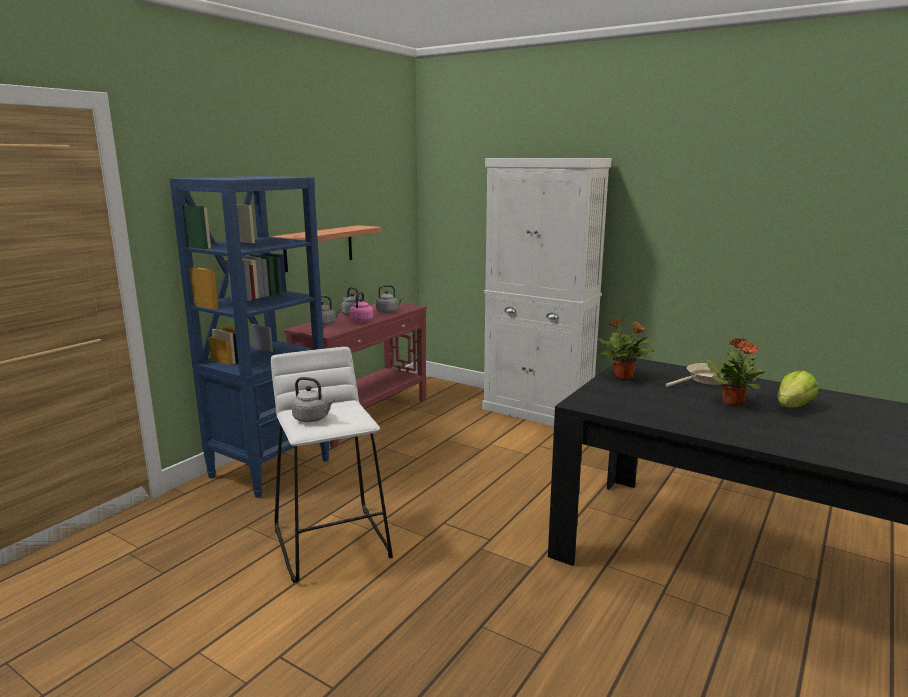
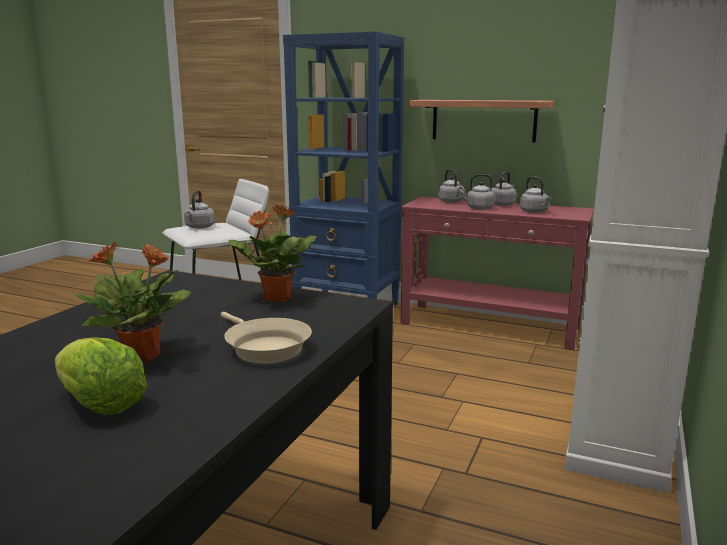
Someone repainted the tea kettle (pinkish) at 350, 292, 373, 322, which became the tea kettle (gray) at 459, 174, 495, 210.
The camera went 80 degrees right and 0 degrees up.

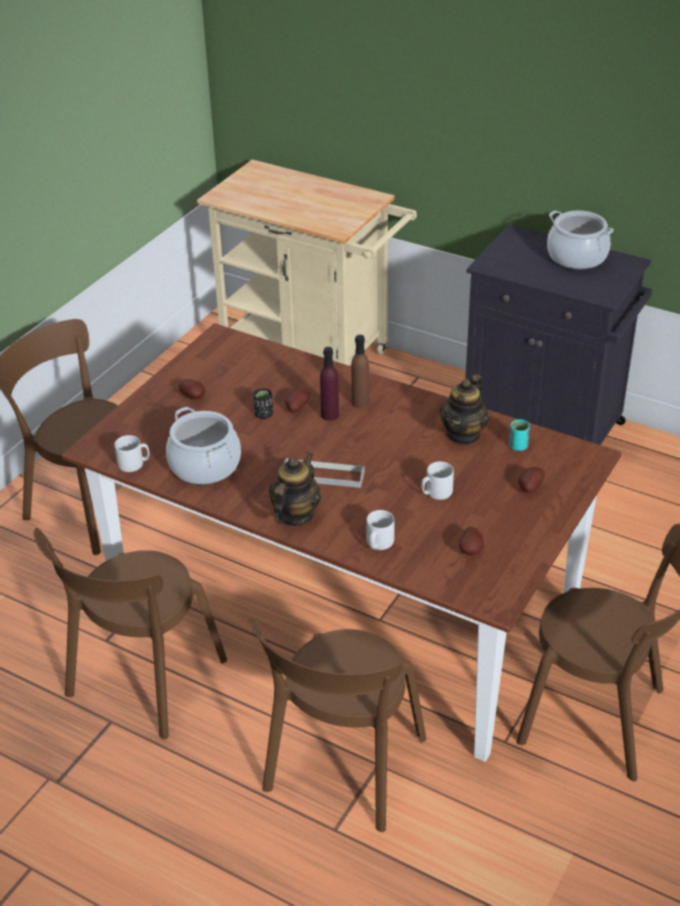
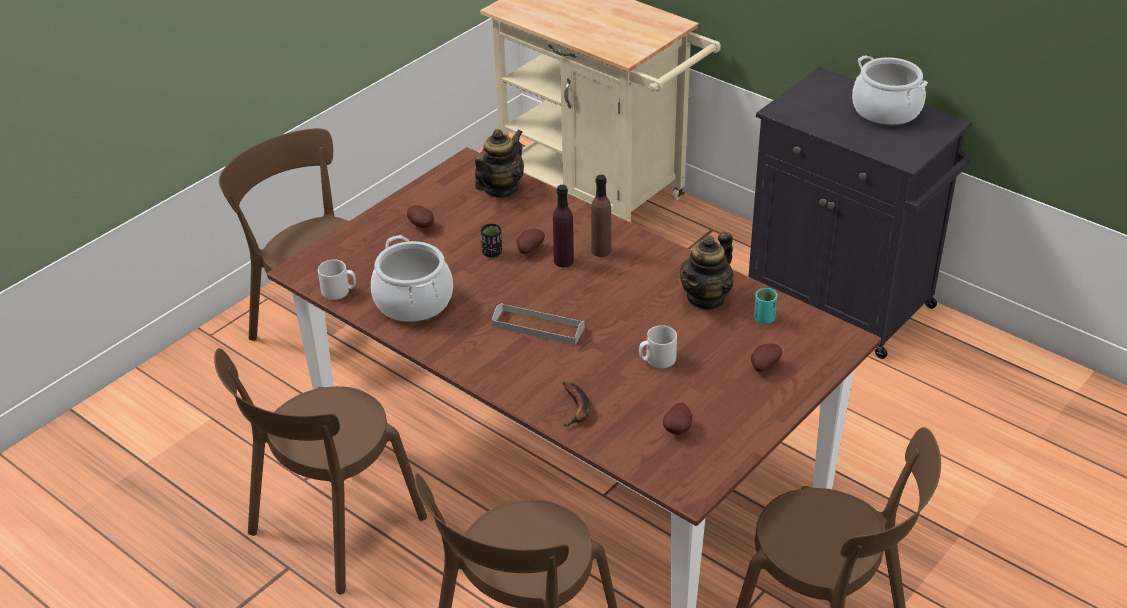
Someone carried the tea pot from 269, 452, 321, 526 to 475, 129, 524, 197.
Someone swapped the tea mug (gray) at 366, 510, 395, 550 for the banana fruit at 563, 382, 590, 427.
The camera went 10 degrees right and 0 degrees up.

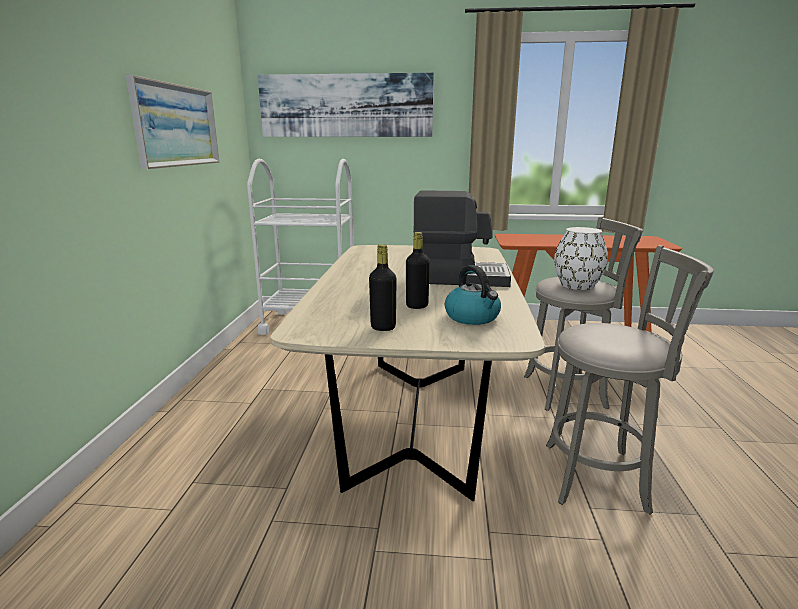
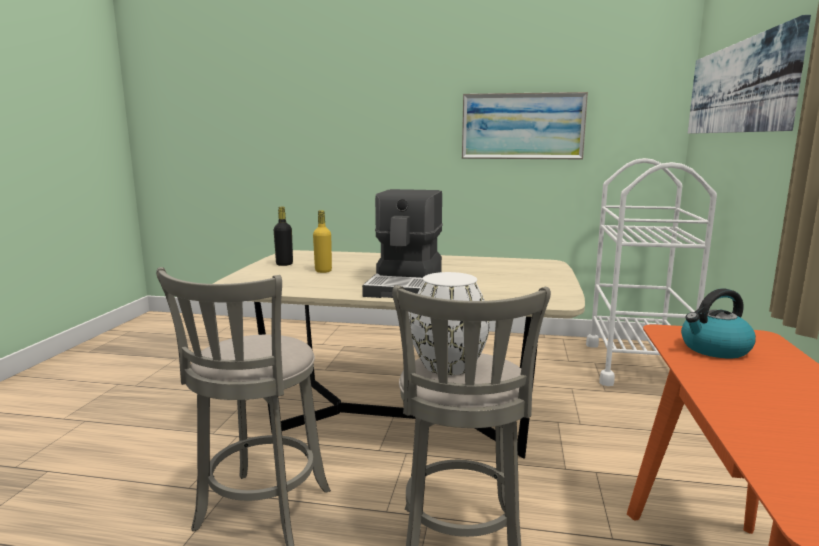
Someone carried the tea kettle from 445, 265, 501, 325 to 681, 289, 756, 358.
Someone repainted the drink bottle (blackish) at 406, 232, 430, 309, which became the drink bottle (yellow-coloured) at 313, 210, 332, 273.
The camera went 95 degrees right and 5 degrees down.

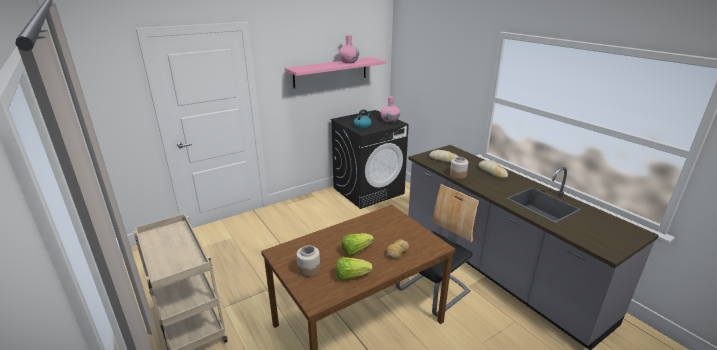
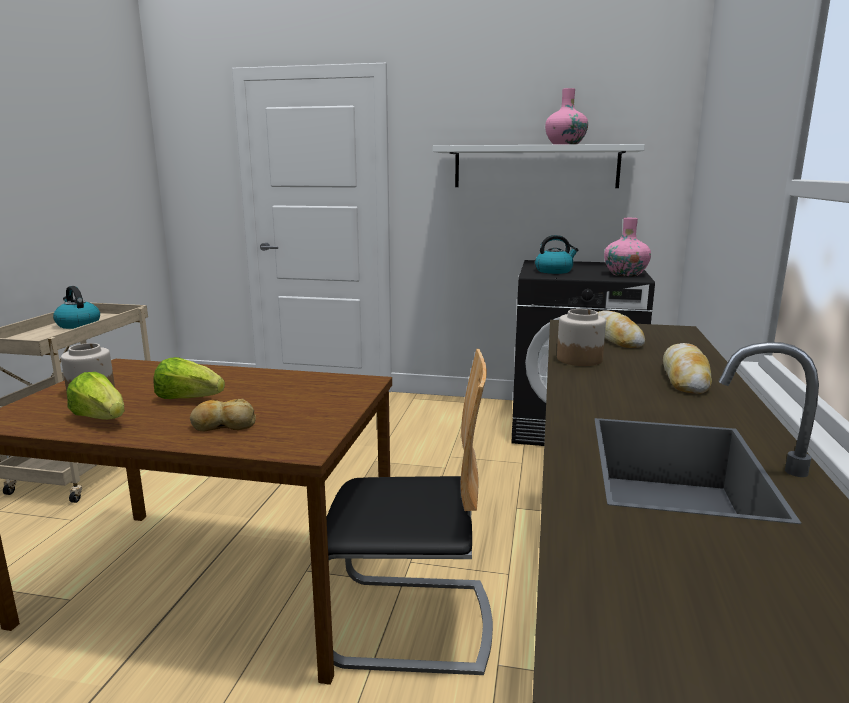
Someone put down the tea kettle at 53, 286, 100, 329.
Someone repainted the wall shelf (pinkish) at 285, 57, 385, 88, which became the wall shelf (white-coloured) at 433, 144, 645, 188.
The camera went 45 degrees right and 10 degrees down.

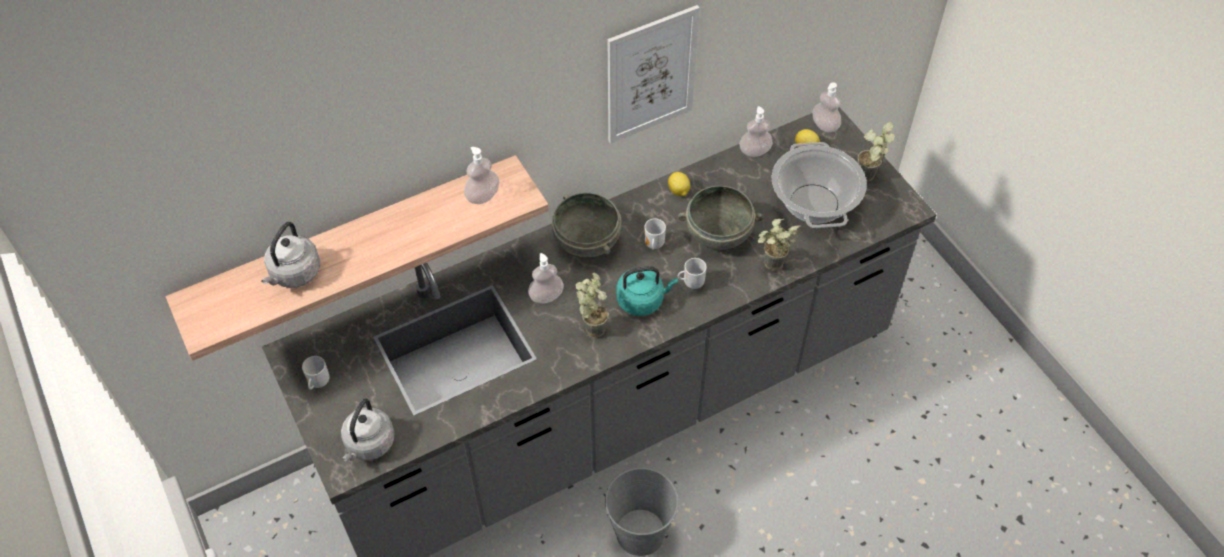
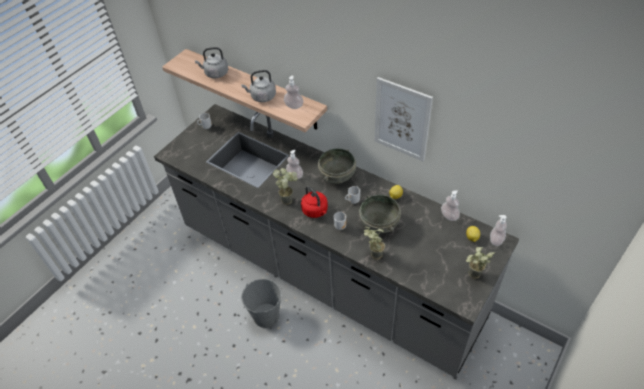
Someone took away the cooking pot at 771, 142, 867, 228.
Someone carried the tea kettle (gray) from 341, 399, 395, 461 to 241, 70, 276, 102.
Someone repainted the tea kettle (turquoise-coloured) at 616, 266, 678, 316, which became the tea kettle (red-coloured) at 301, 186, 328, 218.
The camera went 65 degrees right and 5 degrees down.

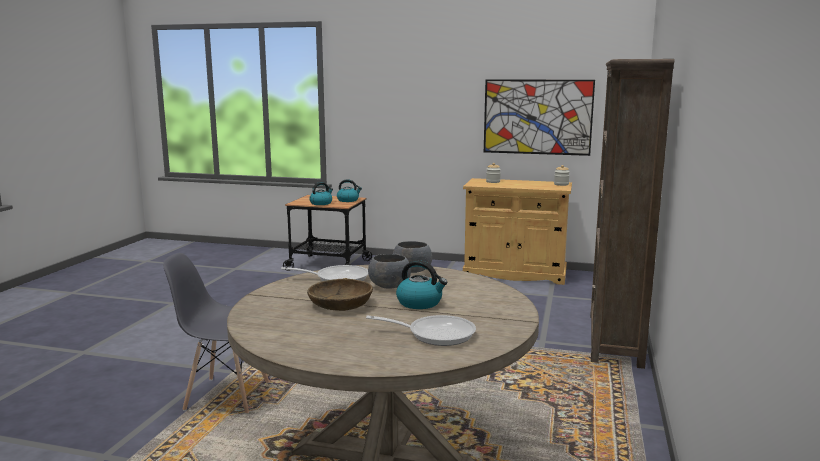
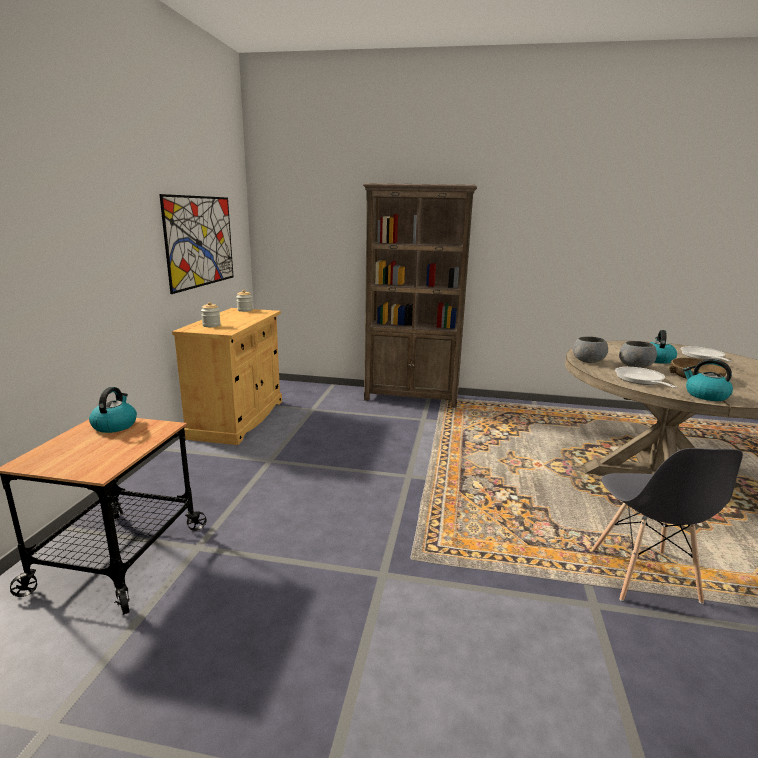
Someone carried the tea kettle from 309, 182, 333, 205 to 683, 359, 733, 401.
The camera went 95 degrees left and 5 degrees up.

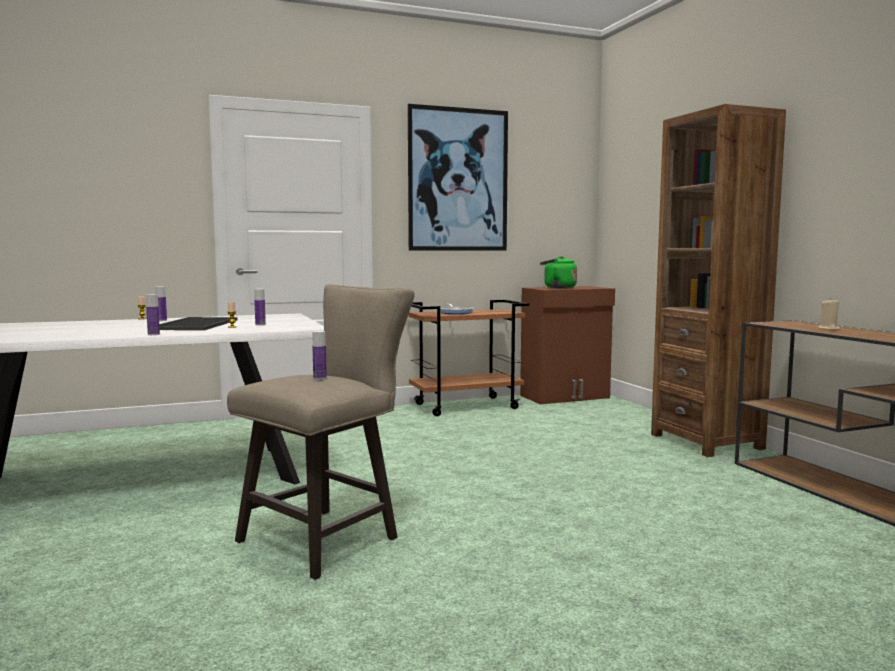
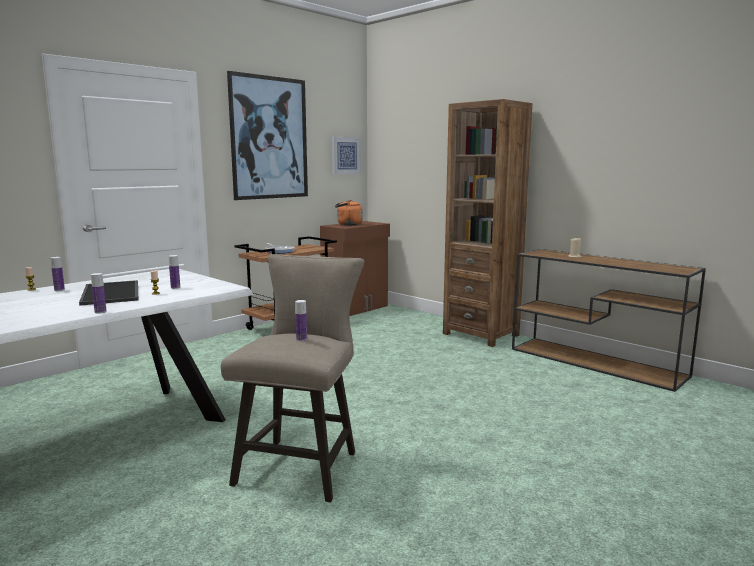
Someone put up the wall art at 332, 137, 361, 174.
Someone repainted the tea kettle (green-coloured) at 540, 256, 577, 288, which became the tea kettle (orange) at 335, 200, 363, 225.
The camera went 25 degrees left and 5 degrees up.

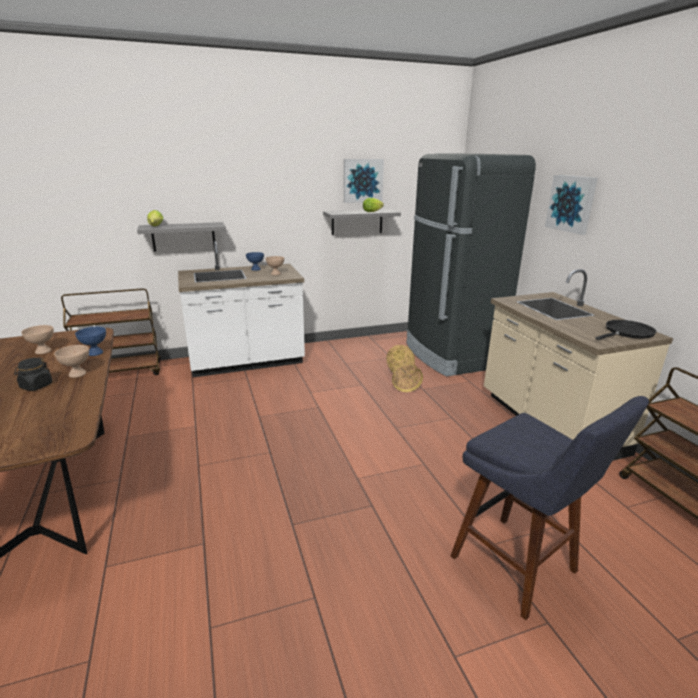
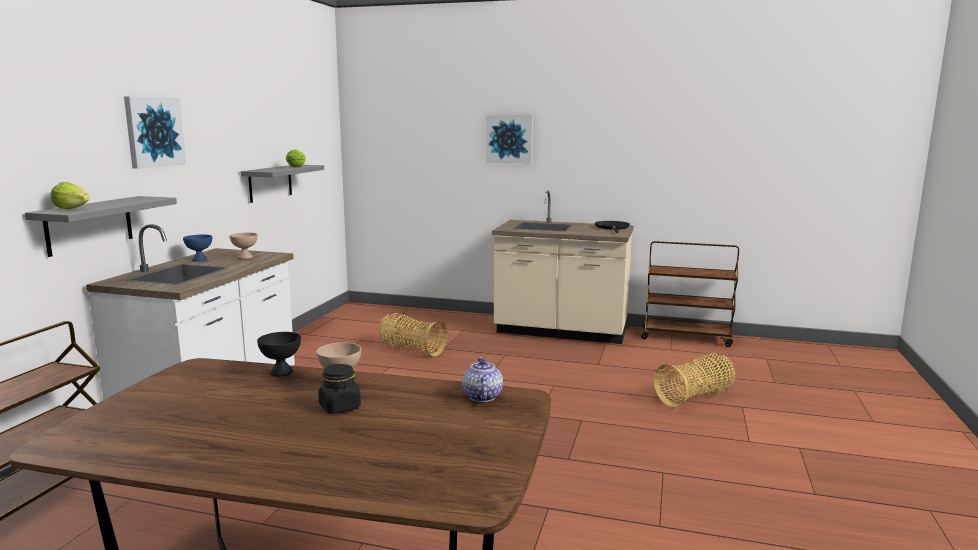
Someone took away the deep dish (sand-coloured) at 21, 325, 54, 354.
Someone took away the fridge (blackish) at 406, 153, 536, 377.
Someone put down the tea pot at 462, 357, 503, 402.
Someone carried the wall art from 344, 159, 384, 203 to 124, 96, 186, 169.
Someone swapped the stool seat (bluish) at 450, 396, 649, 620 for the storage basket at 654, 353, 735, 407.
Someone repainted the deep dish (bluish) at 75, 327, 106, 356, which became the deep dish (blackish) at 257, 332, 301, 377.
The camera went 55 degrees left and 10 degrees down.

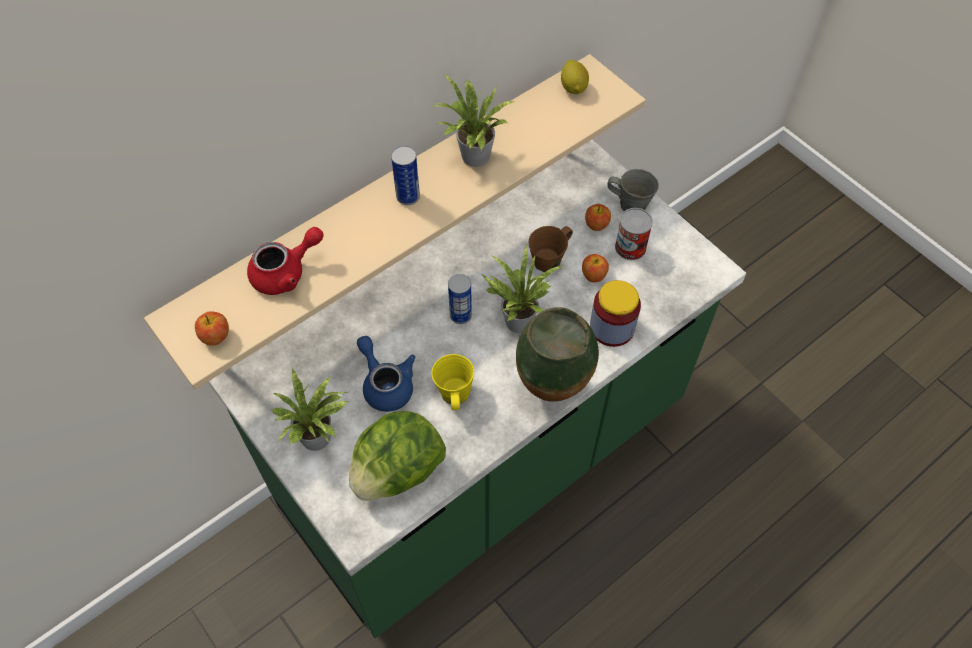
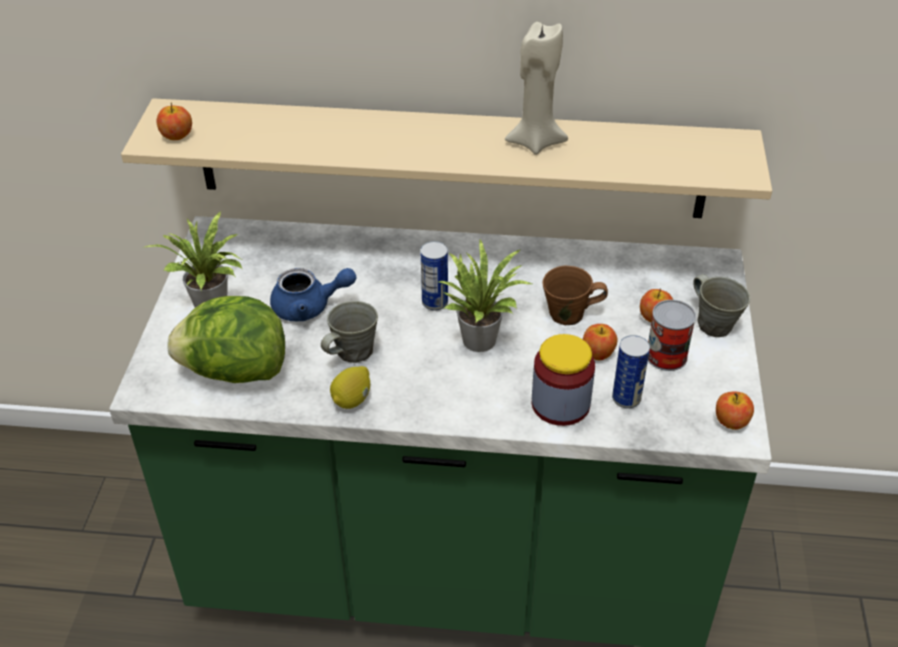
Someone took away the tea pot (red-coloured) at 247, 227, 324, 295.
Someone took away the flower vase at 516, 307, 599, 402.
Someone put down the apple at 716, 392, 754, 430.
Someone carried the metal can from 391, 146, 420, 205 to 612, 335, 650, 409.
Someone carried the whole lemon from 561, 60, 589, 94 to 330, 366, 370, 409.
Someone swapped the houseplant at 430, 74, 514, 167 for the candle (sand-coloured) at 505, 22, 568, 155.
Someone repainted the tea mug (yellow-coloured) at 431, 354, 474, 410, which became the tea mug (gray) at 321, 301, 378, 363.
Someone rotated the tea pot (bluish) at 357, 336, 415, 412 by 75 degrees clockwise.
The camera went 45 degrees right and 15 degrees down.

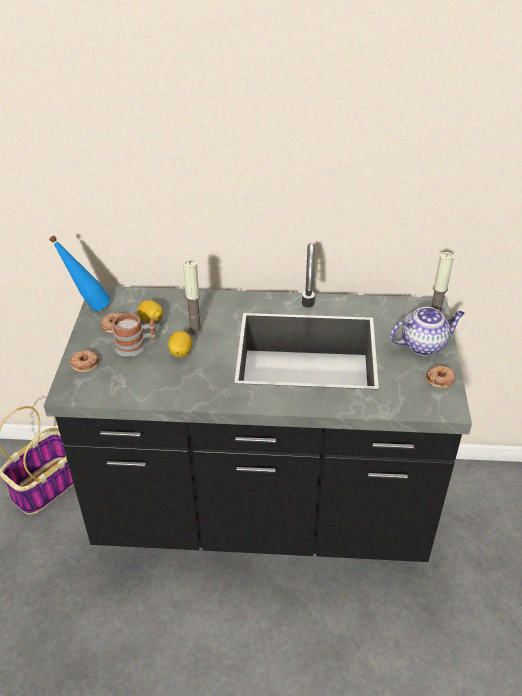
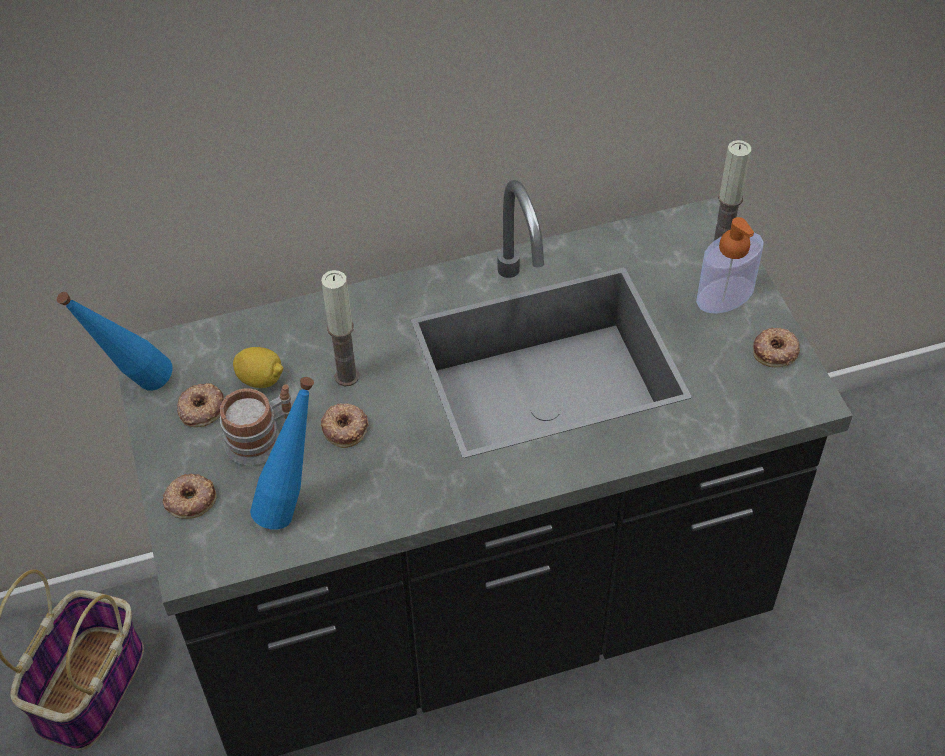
Someone put down the drink bottle (bluish) at 250, 377, 314, 530.
Someone swapped the whole lemon at 168, 331, 192, 358 for the doughnut at 321, 403, 369, 448.
Someone swapped the tea pot at 390, 307, 465, 356 for the soap bottle at 696, 217, 764, 314.
The camera went 20 degrees left and 10 degrees up.

